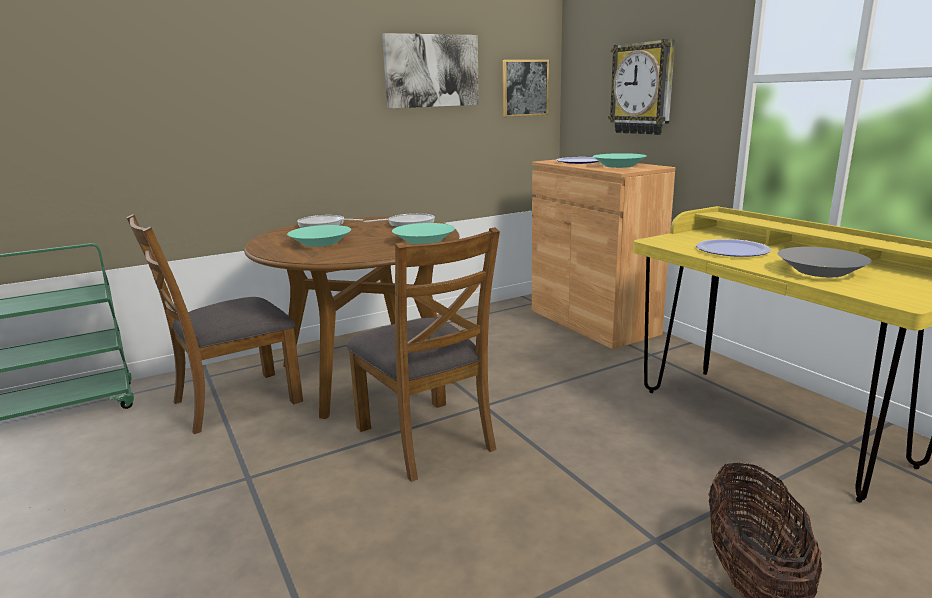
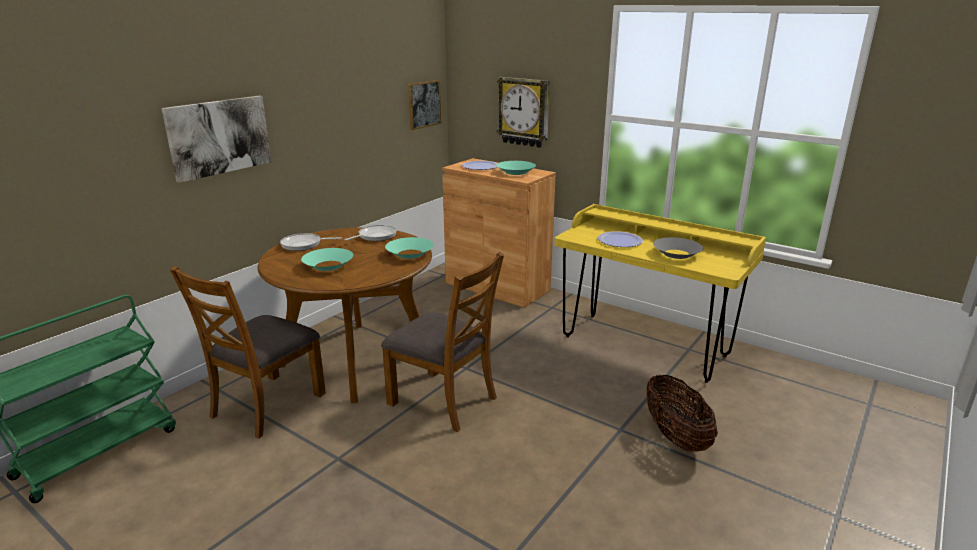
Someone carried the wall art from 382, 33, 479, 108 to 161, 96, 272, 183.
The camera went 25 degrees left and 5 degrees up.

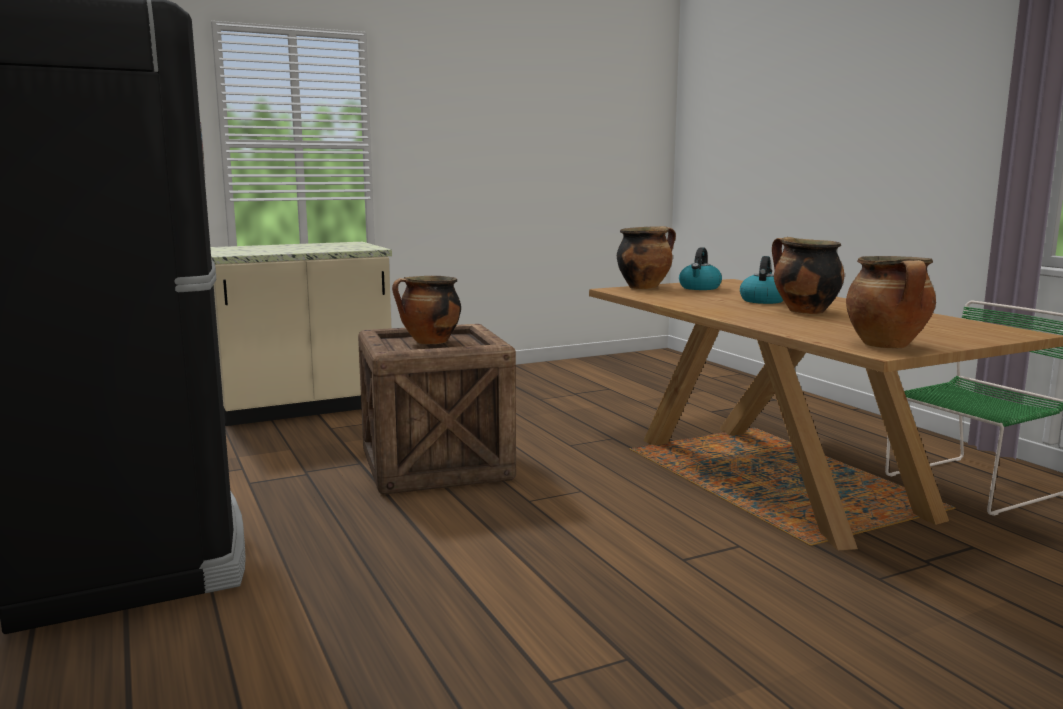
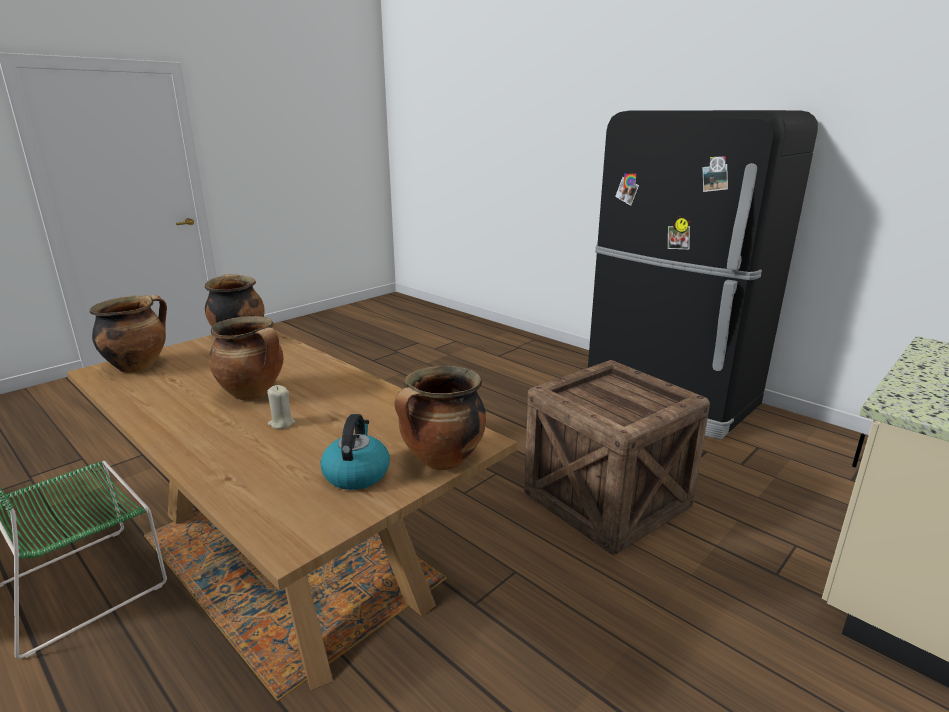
Someone carried the cooking pot from 392, 276, 461, 344 to 90, 295, 167, 373.
Someone swapped the tea kettle at 740, 256, 783, 304 for the candle (sand-coloured) at 267, 385, 295, 429.
The camera went 160 degrees right and 10 degrees up.

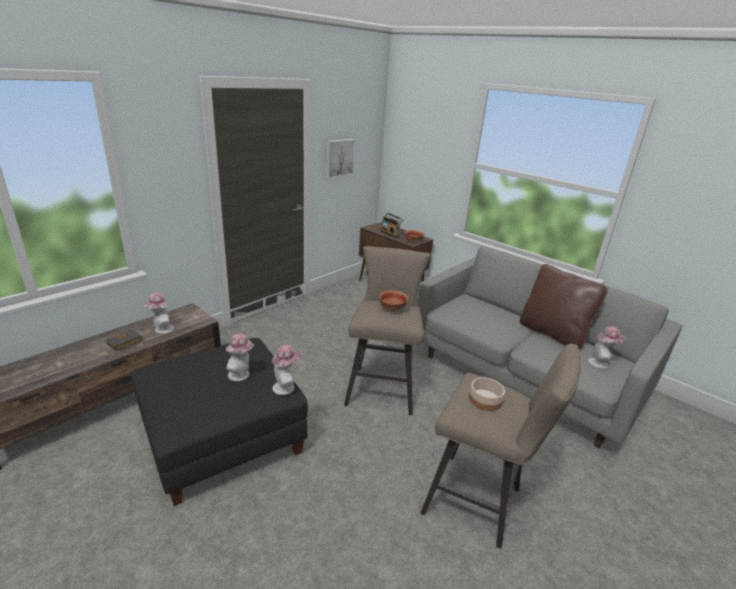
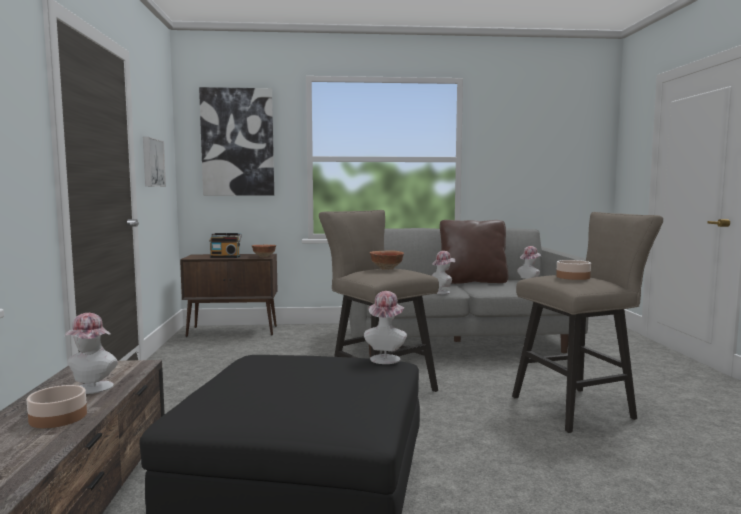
Someone put up the wall art at 199, 87, 274, 196.
Someone carried the wearable hat from 226, 334, 254, 381 to 431, 251, 455, 294.
Someone swapped the bound book (blackish) at 105, 329, 142, 351 for the deep dish at 27, 385, 87, 428.
The camera went 45 degrees left and 20 degrees down.

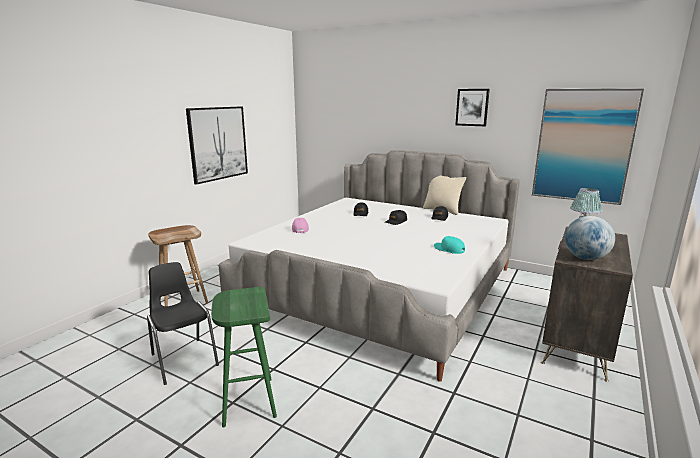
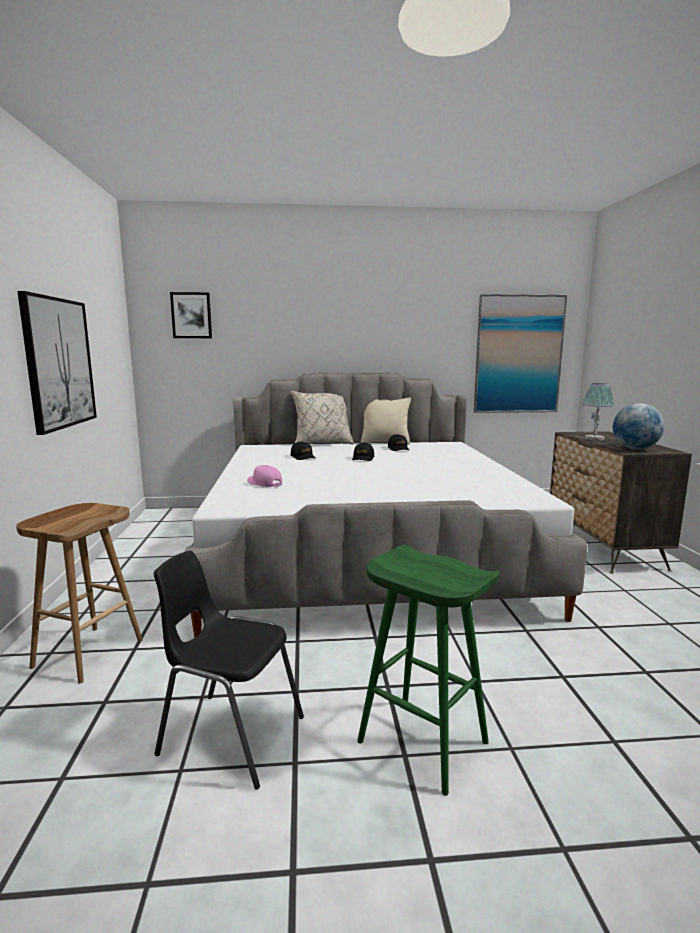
Someone took away the peaked cap (turquoise-coloured) at 434, 236, 465, 254.
Someone put down the pillow (sand-coloured) at 291, 391, 354, 444.
Someone carried the wall art from 455, 89, 490, 126 to 170, 292, 212, 338.
The camera went 35 degrees left and 5 degrees down.

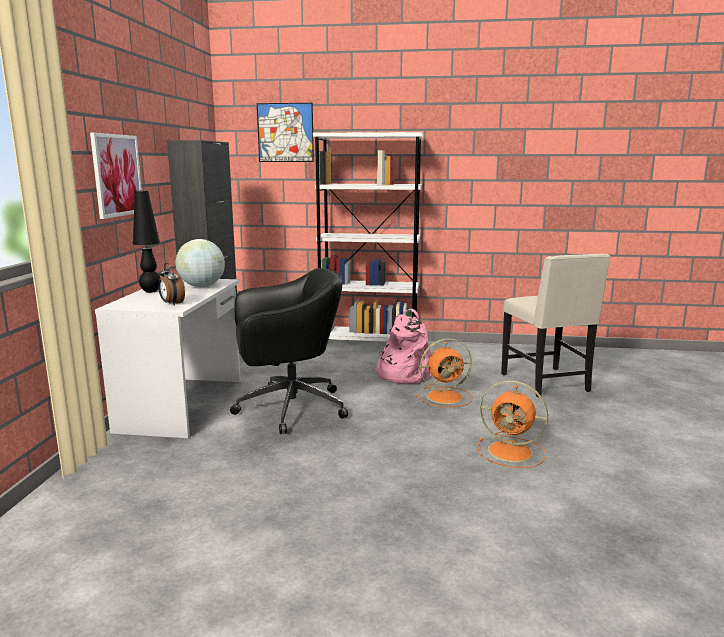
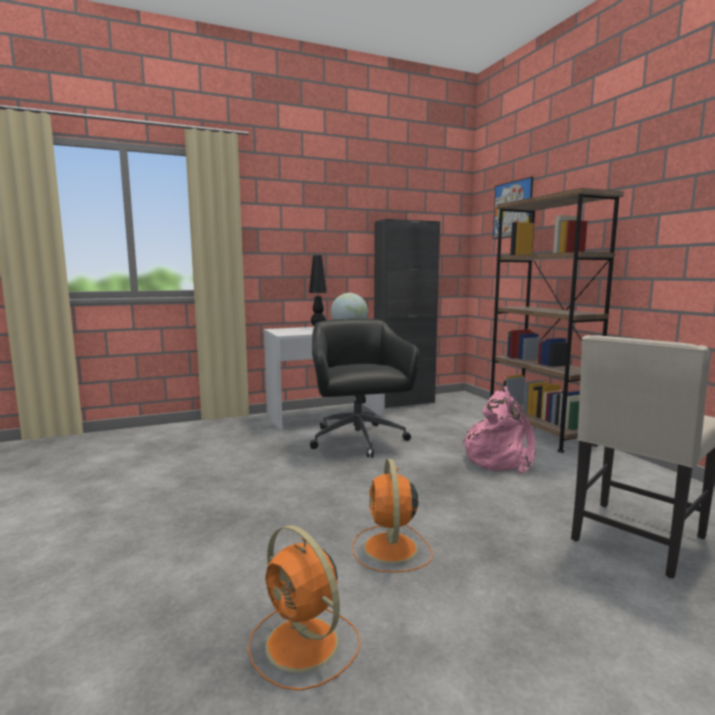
Someone took away the wall art at 90, 133, 142, 219.
Someone took away the alarm clock at 158, 263, 185, 306.
Someone carried the cooling fan (orange) from 415, 338, 473, 407 to 248, 525, 360, 691.
Someone repainted the bookcase (white-coloured) at 313, 132, 423, 342, which became the bookcase (brownish) at 490, 188, 624, 453.
Someone rotated the computer chair (blackish) at 230, 268, 348, 434 by 150 degrees counterclockwise.
The camera went 60 degrees right and 5 degrees down.

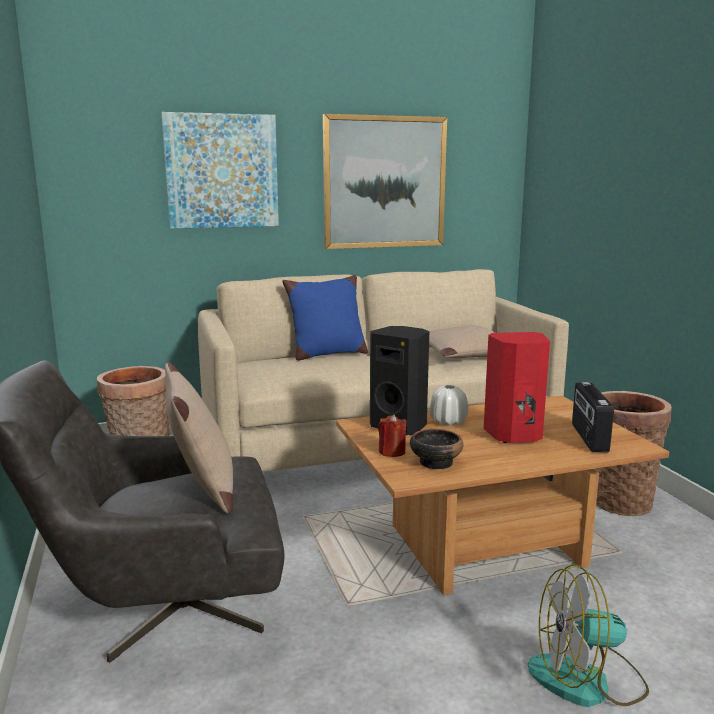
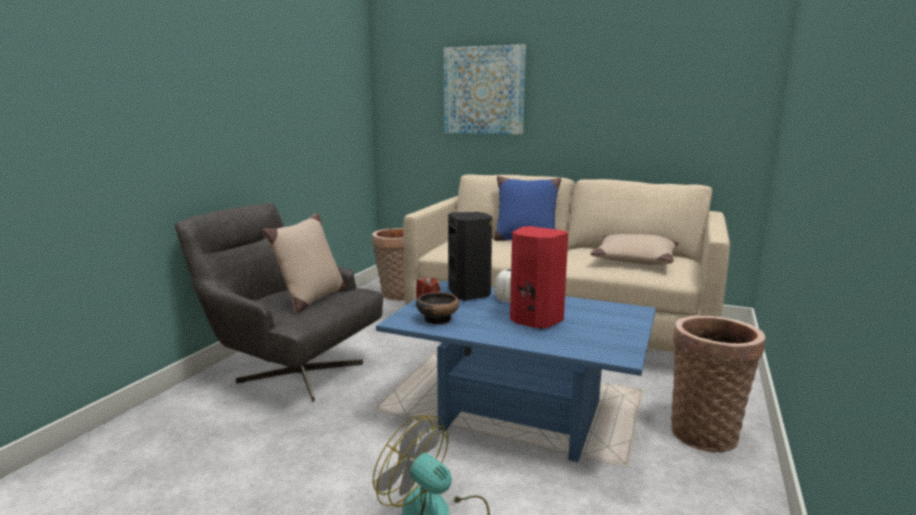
Someone took away the wall art at 323, 114, 447, 249.
Someone took away the radio at 572, 382, 614, 453.
Someone repainted the coffee table (brownish) at 336, 396, 669, 595, which became the coffee table (bluish) at 376, 281, 656, 462.
The camera went 40 degrees right and 0 degrees up.

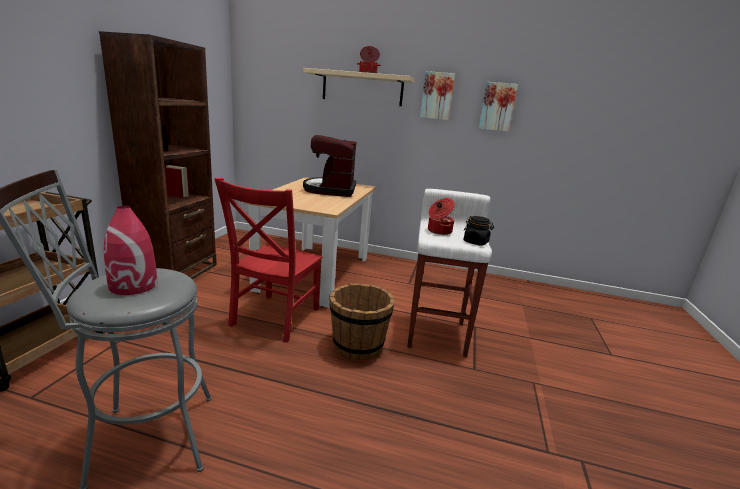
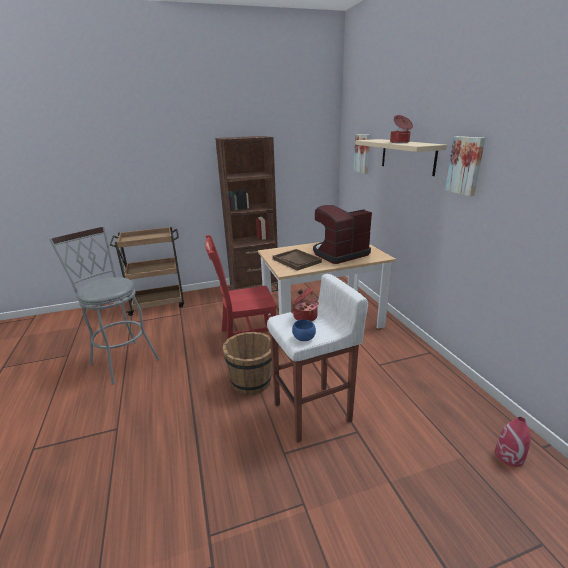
Someone put down the tray (brownish) at 273, 249, 322, 271.
Someone carried the flower vase (red-coloured) from 104, 206, 157, 295 to 495, 417, 531, 467.
Someone carried the wall art from 479, 82, 518, 132 to 353, 134, 370, 174.
Someone swapped the preserve jar (blackish) at 463, 216, 494, 246 for the deep dish (bluish) at 292, 320, 316, 341.
The camera went 60 degrees right and 5 degrees up.

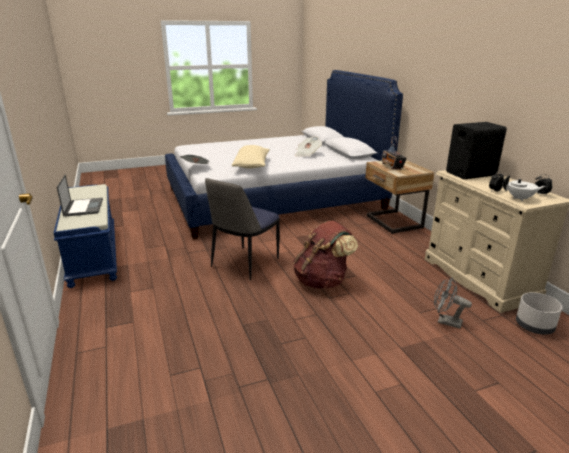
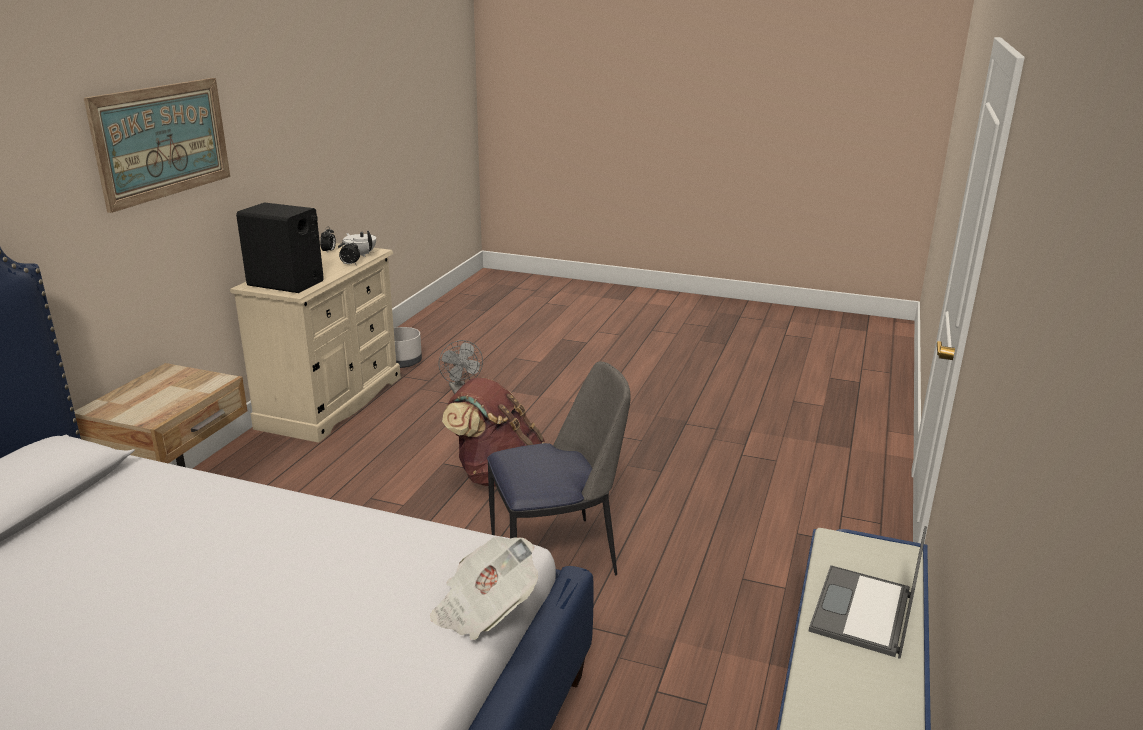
Someone took away the pillow (sand-coloured) at 232, 145, 270, 168.
Someone took away the daily paper at 295, 136, 322, 157.
Someone took away the radio at 382, 136, 407, 170.
Someone put up the wall art at 84, 78, 230, 213.
The camera went 140 degrees left and 0 degrees up.

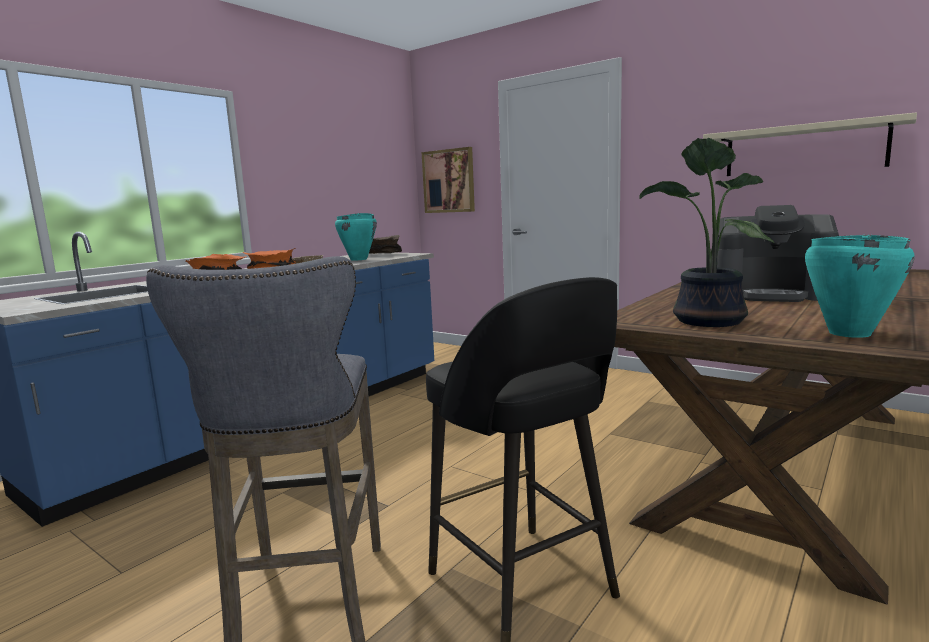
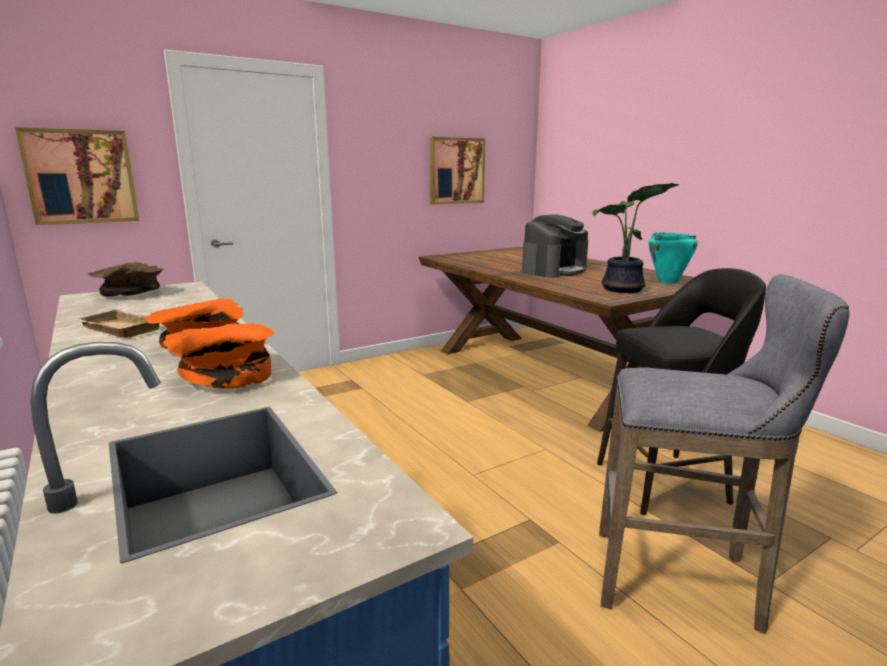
Someone took away the cooking pot (turquoise-coloured) at 335, 213, 377, 261.
Someone swapped the wall shelf (sand-coloured) at 703, 112, 917, 176 for the wall art at 430, 137, 486, 205.
The camera went 70 degrees left and 5 degrees up.

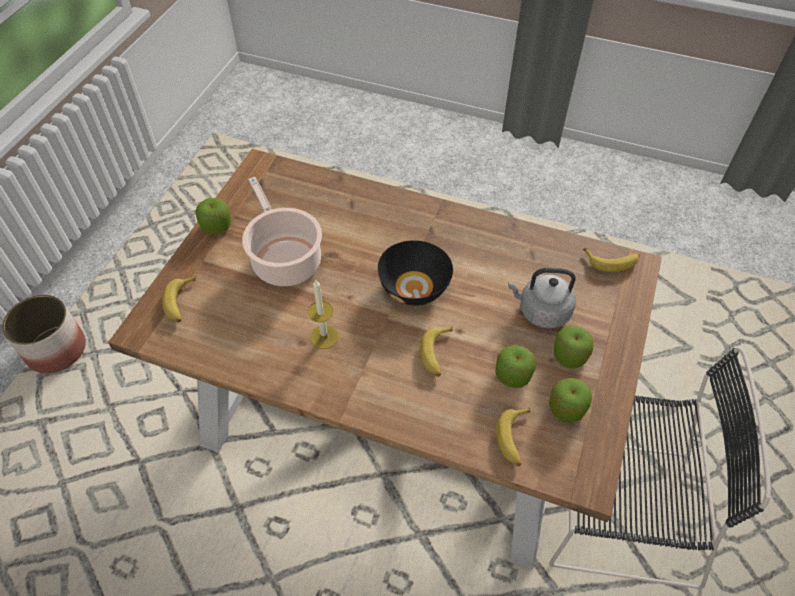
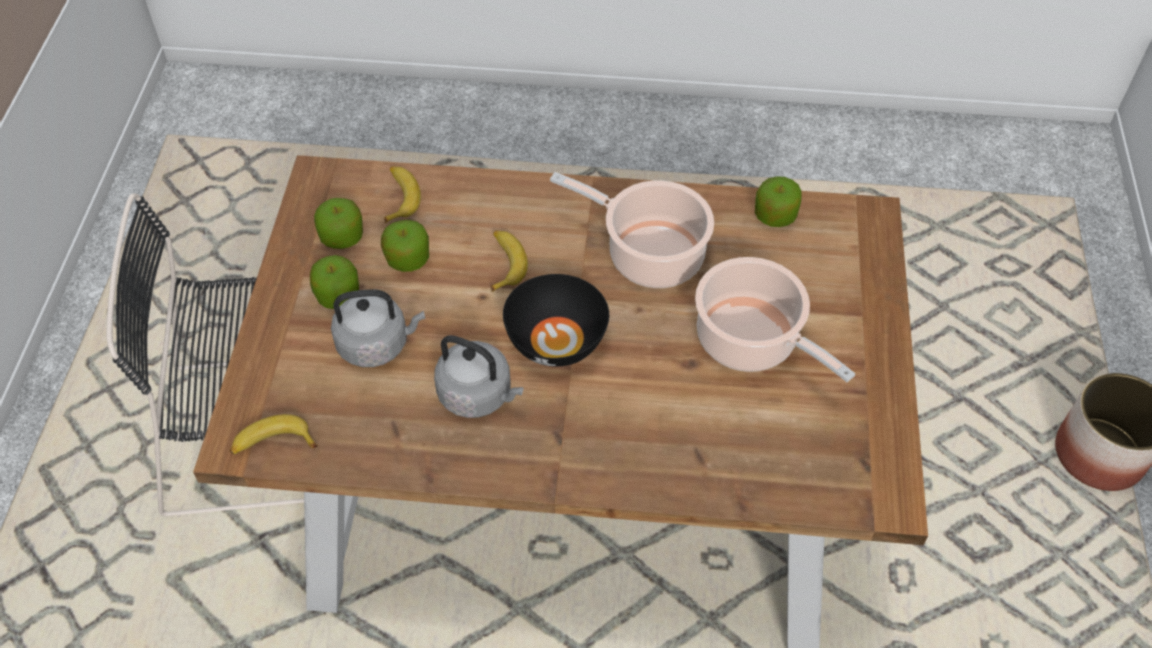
Someone took away the banana fruit at 162, 276, 196, 322.
Someone put down the tea kettle (gray) at 434, 335, 523, 418.
Someone carried the apple from 195, 198, 231, 234 to 755, 176, 802, 227.
Someone swapped the candle at 308, 279, 339, 349 for the cooking pot at 550, 172, 714, 288.
The camera went 165 degrees right and 0 degrees up.

